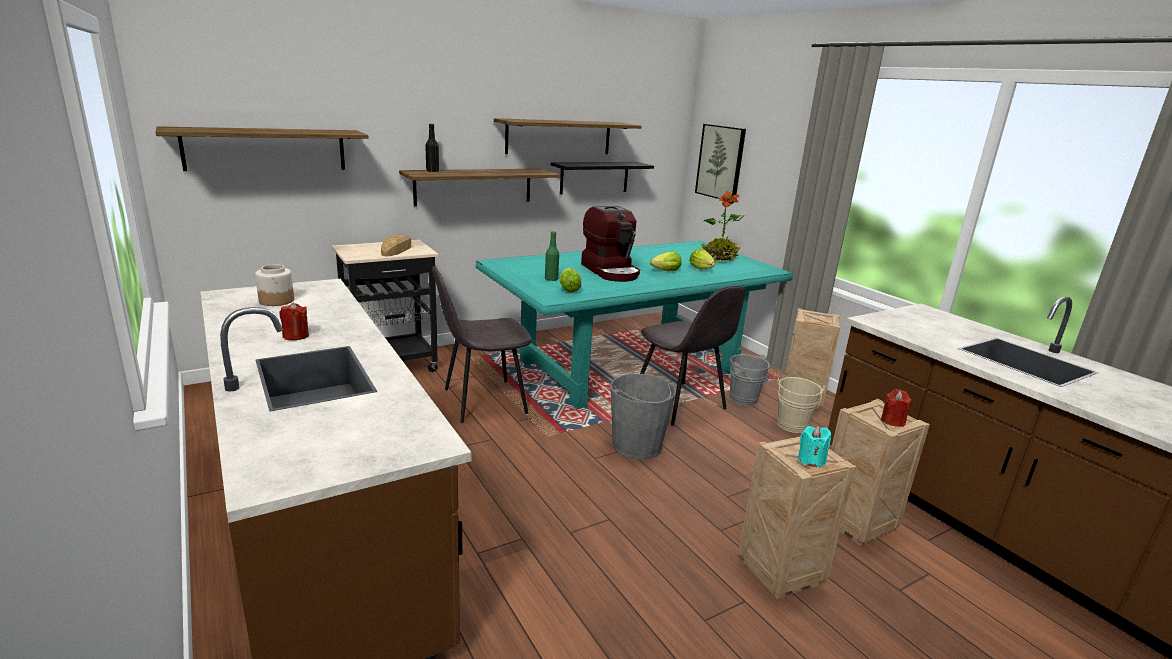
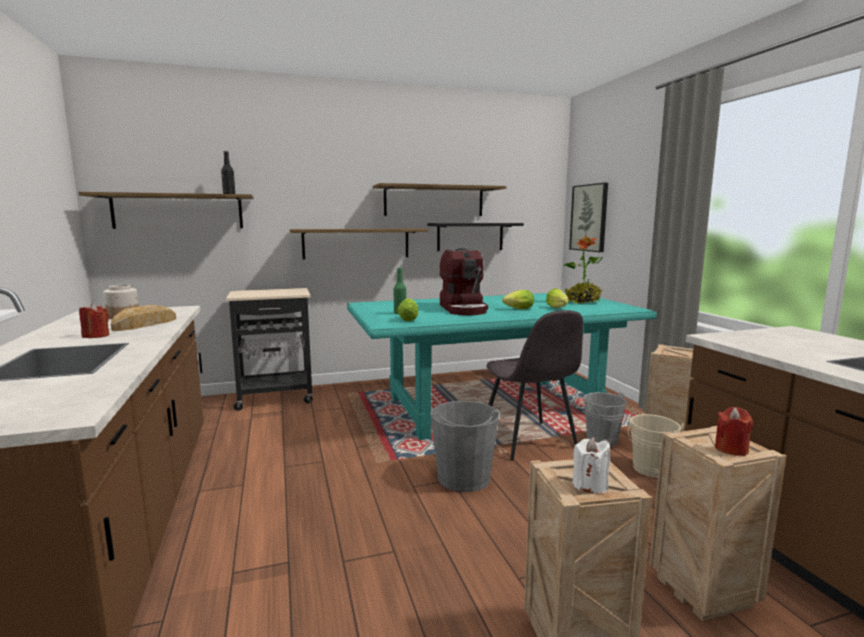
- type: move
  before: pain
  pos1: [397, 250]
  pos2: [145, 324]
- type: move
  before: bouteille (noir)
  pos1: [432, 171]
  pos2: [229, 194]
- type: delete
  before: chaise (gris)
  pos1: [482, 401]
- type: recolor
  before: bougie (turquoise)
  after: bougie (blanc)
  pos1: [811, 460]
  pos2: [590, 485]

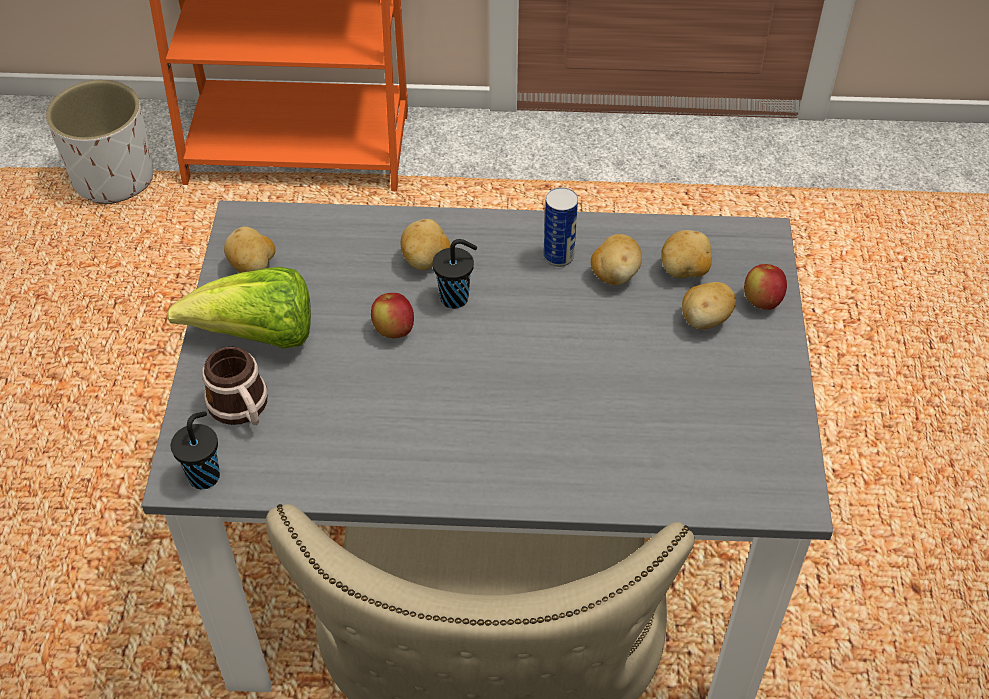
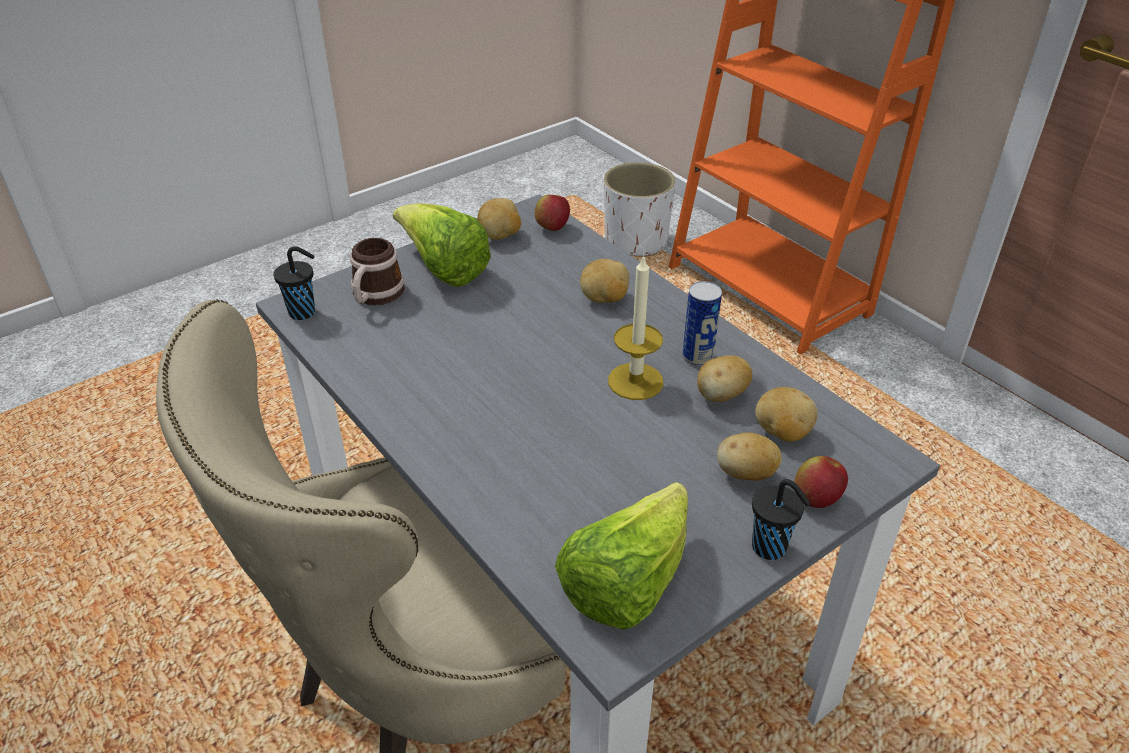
- type: move
  before: pomme
  pos1: [393, 330]
  pos2: [552, 227]
- type: move
  before: tasse (noir)
  pos1: [456, 298]
  pos2: [771, 548]
- type: insert
  after: laitue
  pos2: [626, 583]
- type: insert
  after: bougie
  pos2: [635, 381]

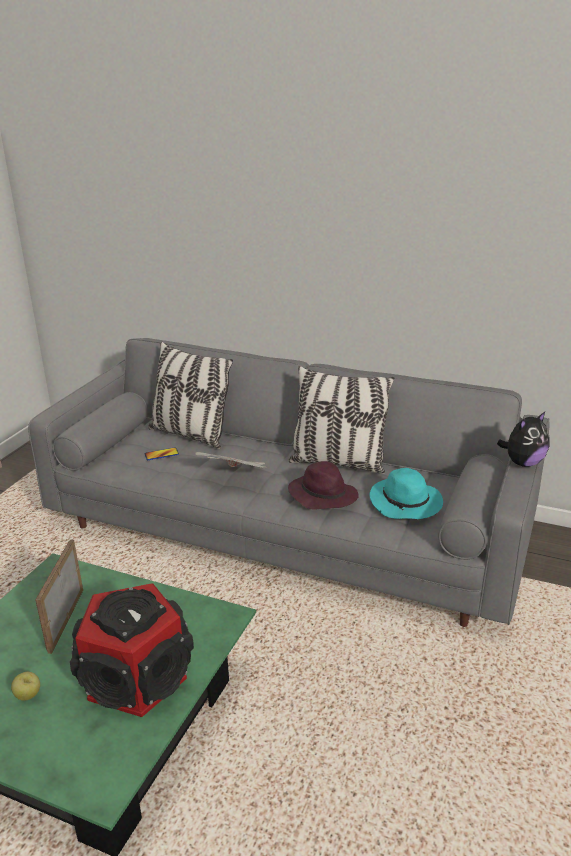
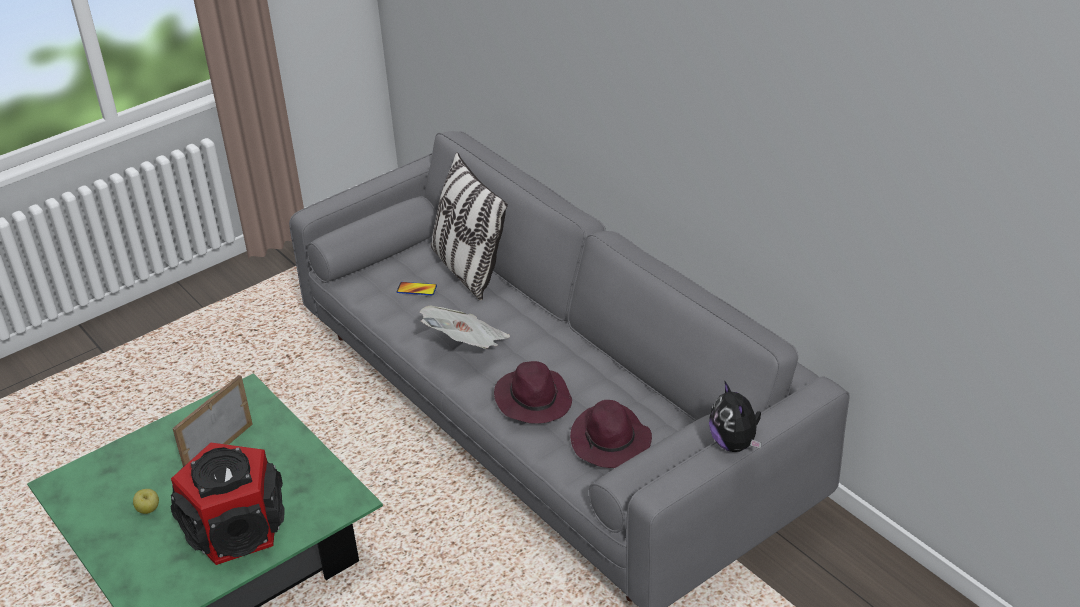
- type: delete
  before: coussin
  pos1: [338, 463]
- type: recolor
  before: chapeau (turquoise)
  after: chapeau (violet)
  pos1: [406, 503]
  pos2: [611, 441]
- type: rotate
  before: peluche
  pos1: [523, 463]
  pos2: [735, 443]
  turn: 75

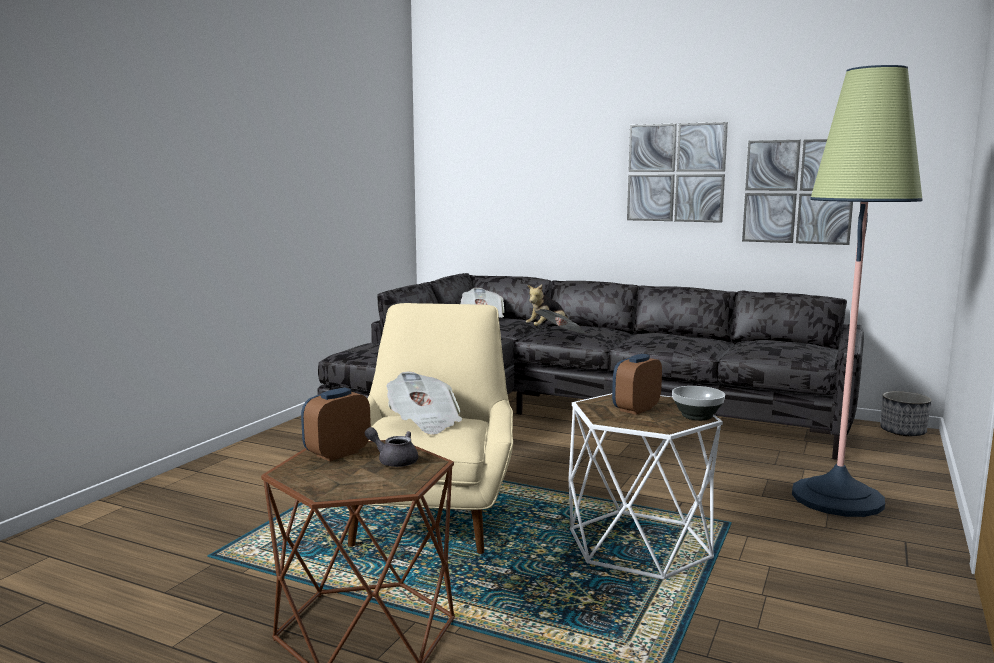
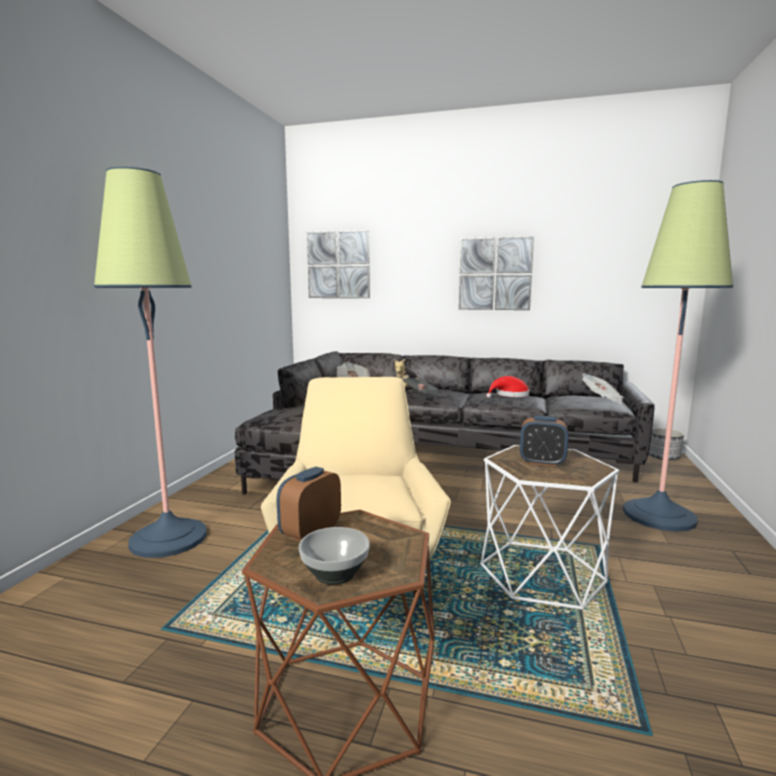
- type: delete
  before: théière (gris)
  pos1: [394, 460]
- type: move
  before: journal
  pos1: [424, 422]
  pos2: [602, 399]
- type: rotate
  before: réveil
  pos1: [636, 409]
  pos2: [542, 462]
  turn: -105
- type: move
  before: bol
  pos1: [697, 416]
  pos2: [335, 574]
- type: move
  before: tableau
  pos1: [798, 191]
  pos2: [338, 265]
- type: insert
  after: lampadaire
  pos2: [168, 538]
- type: insert
  after: chapeau (rouge)
  pos2: [510, 395]

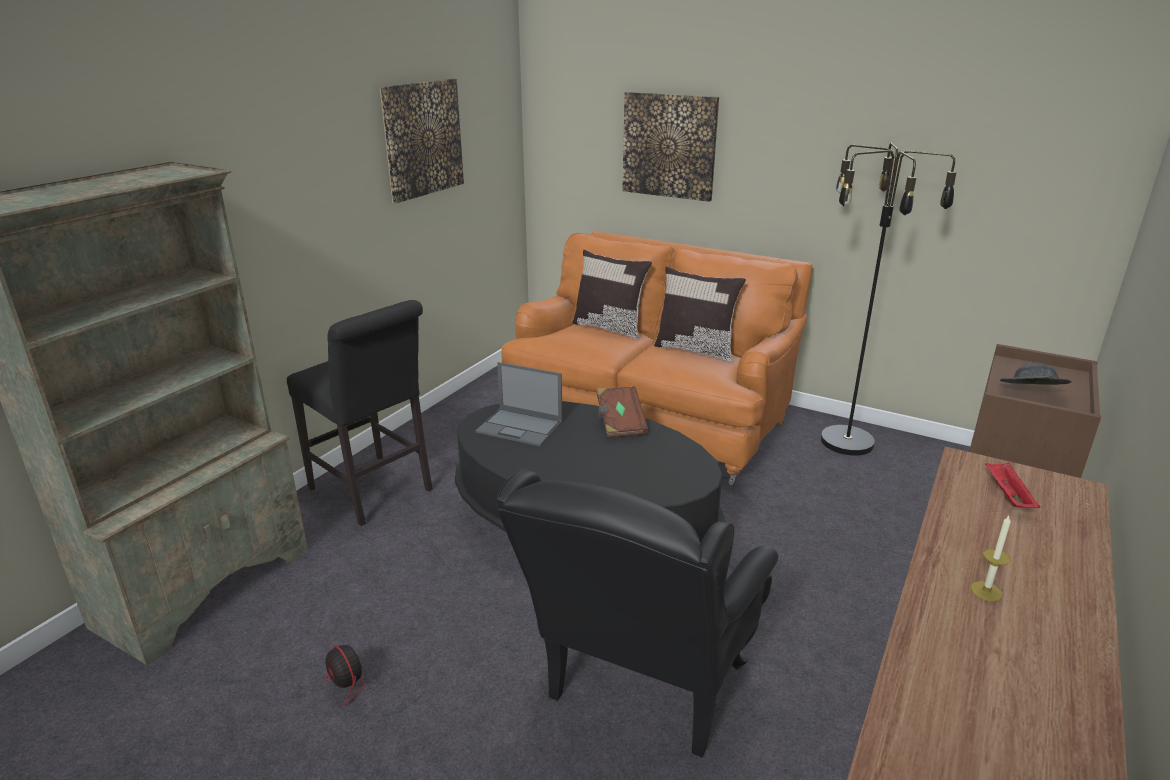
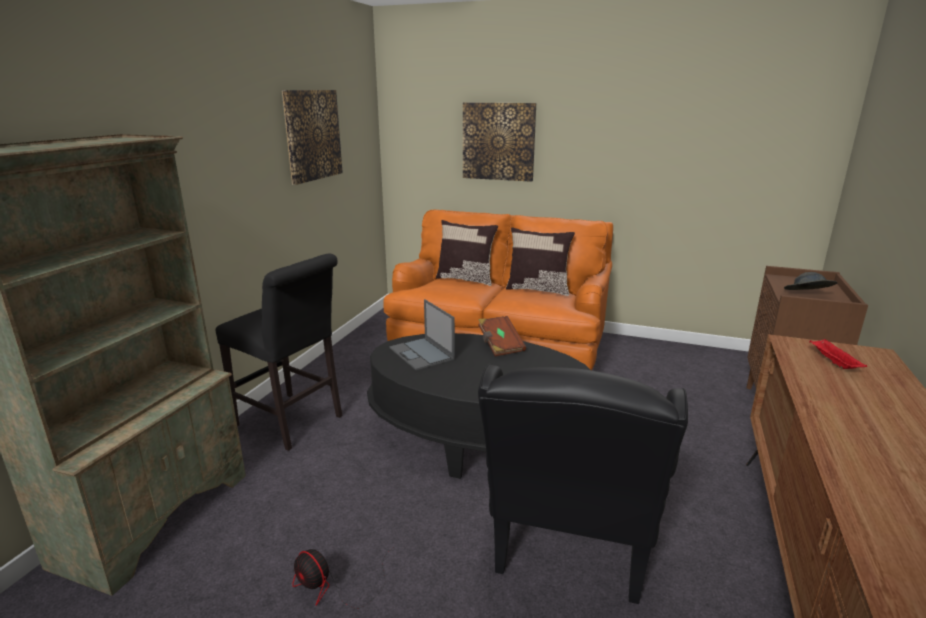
- type: rotate
  before: ordinateur portable
  pos1: [520, 427]
  pos2: [422, 354]
  turn: 45
- type: delete
  before: lampadaire
  pos1: [845, 442]
- type: delete
  before: bougie
  pos1: [986, 591]

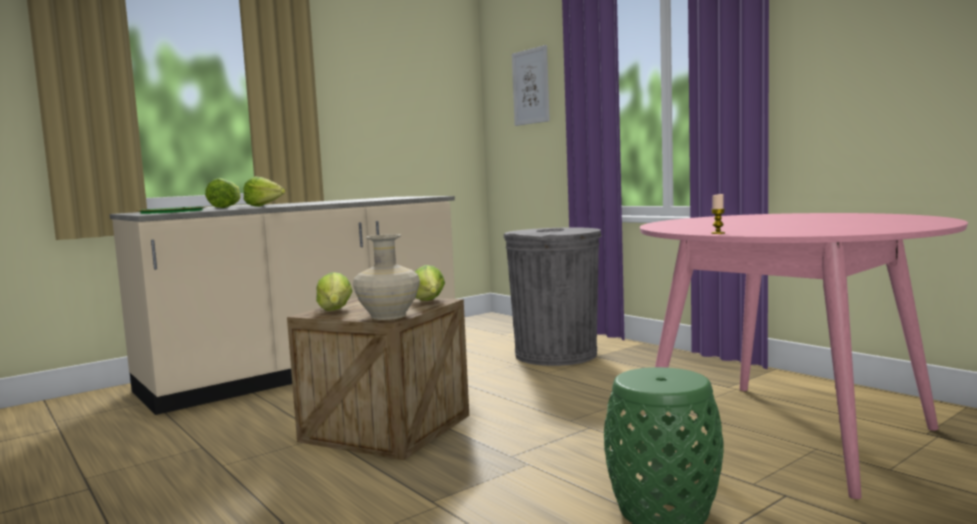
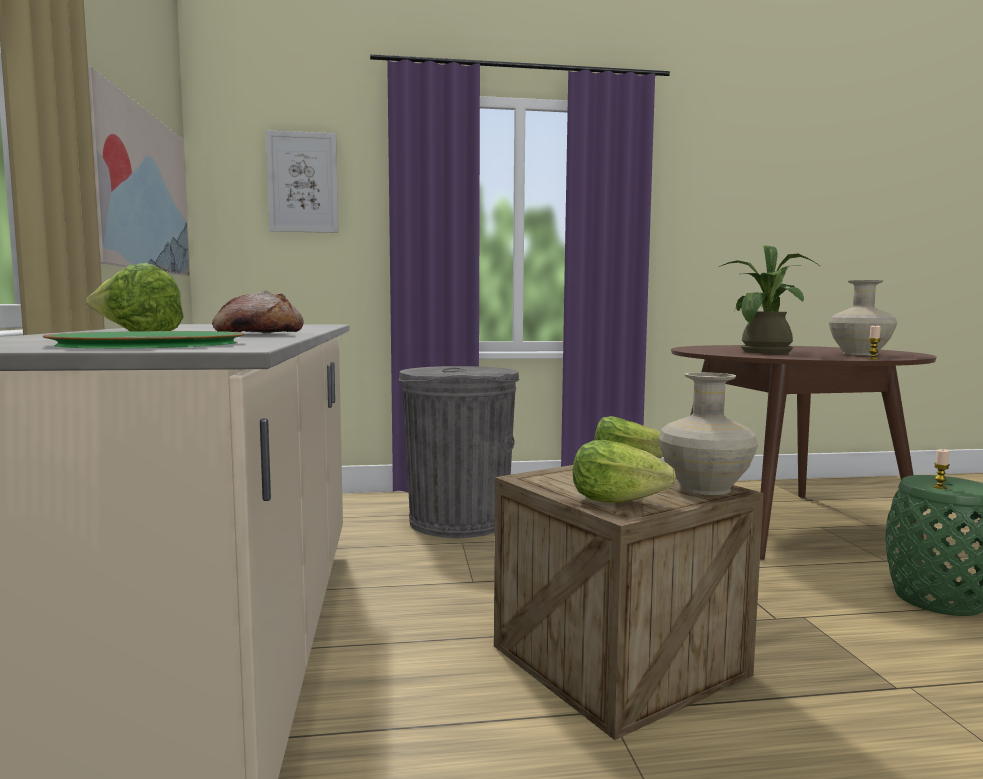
- type: replace
  before: laitue
  after: pain
  pos1: [265, 206]
  pos2: [258, 334]
- type: recolor
  before: table à manger (rose)
  after: table à manger (marron)
  pos1: [788, 433]
  pos2: [783, 523]
- type: insert
  after: tableau
  pos2: [136, 190]
- type: insert
  after: plante en pot
  pos2: [764, 352]
- type: insert
  after: vase (beige)
  pos2: [860, 354]
- type: insert
  after: bougie
  pos2: [939, 487]

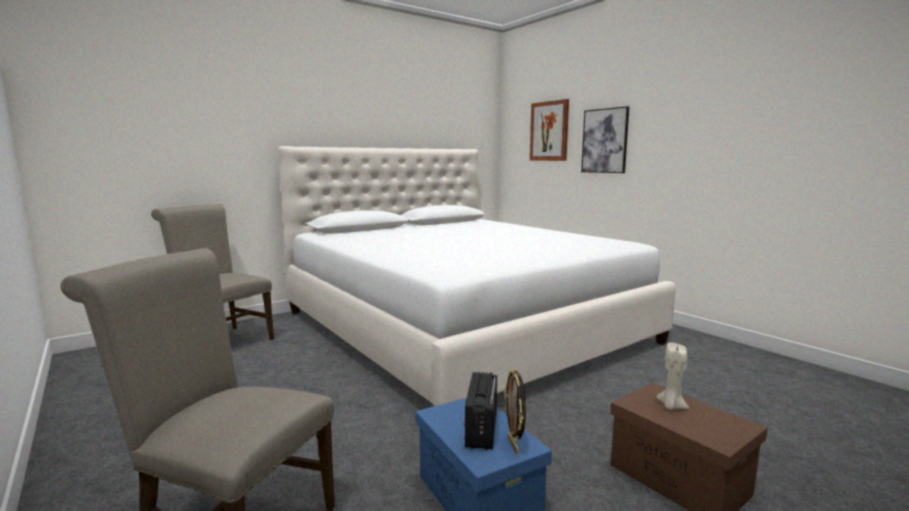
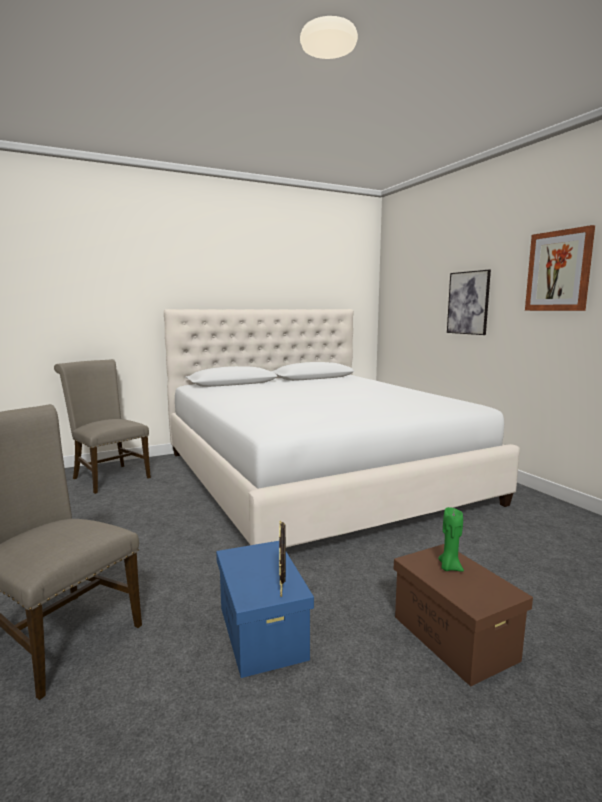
- type: delete
  before: radio
  pos1: [481, 430]
- type: move
  before: tableau
  pos1: [549, 131]
  pos2: [558, 271]
- type: recolor
  before: bougie (beige)
  after: bougie (vert)
  pos1: [671, 406]
  pos2: [449, 567]

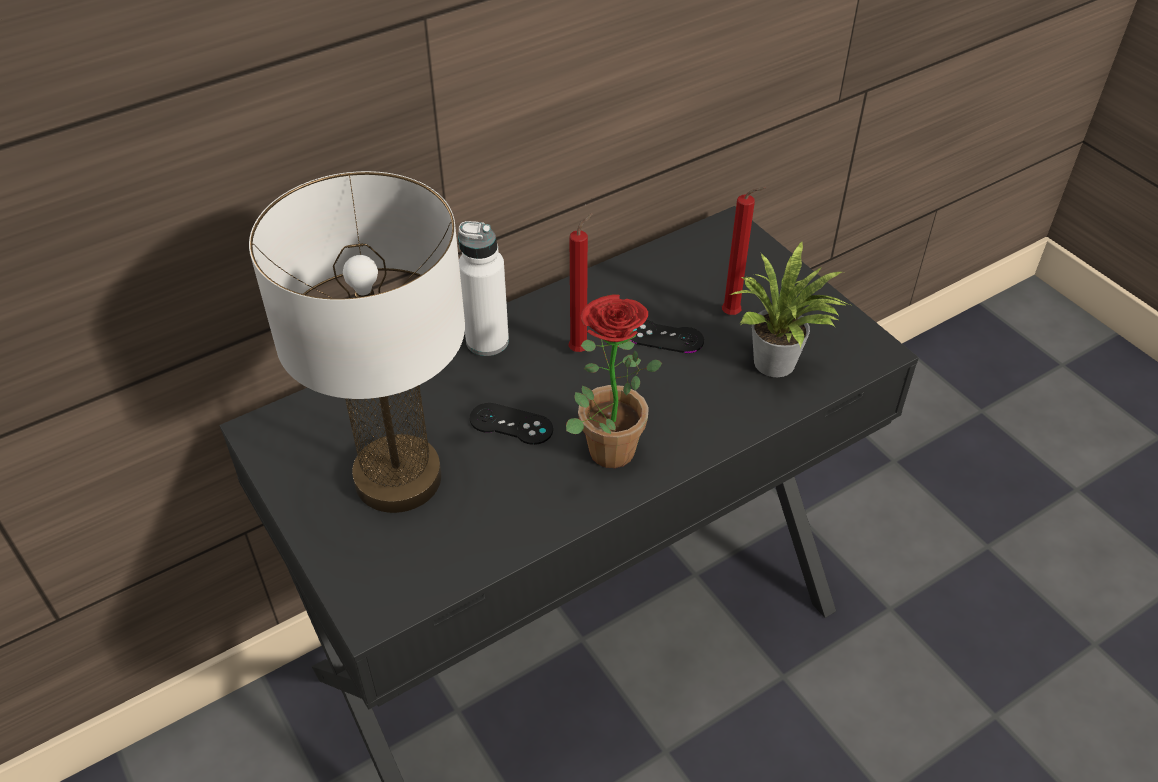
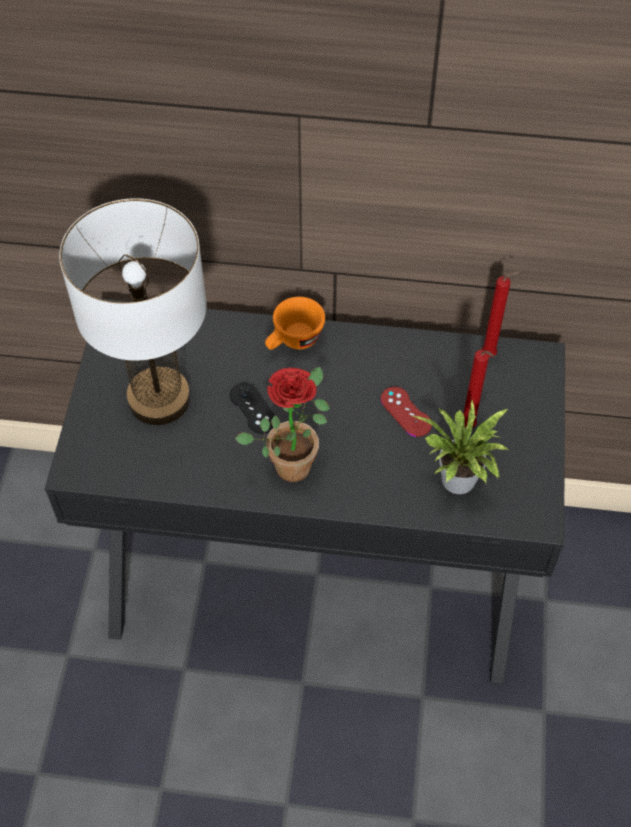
- type: replace
  before: bouteille (blanc)
  after: tasse (orange)
  pos1: [487, 341]
  pos2: [293, 341]
- type: move
  before: bougie (rouge)
  pos1: [581, 349]
  pos2: [491, 354]
- type: recolor
  before: manette (noir)
  after: manette (rouge)
  pos1: [663, 337]
  pos2: [406, 412]

